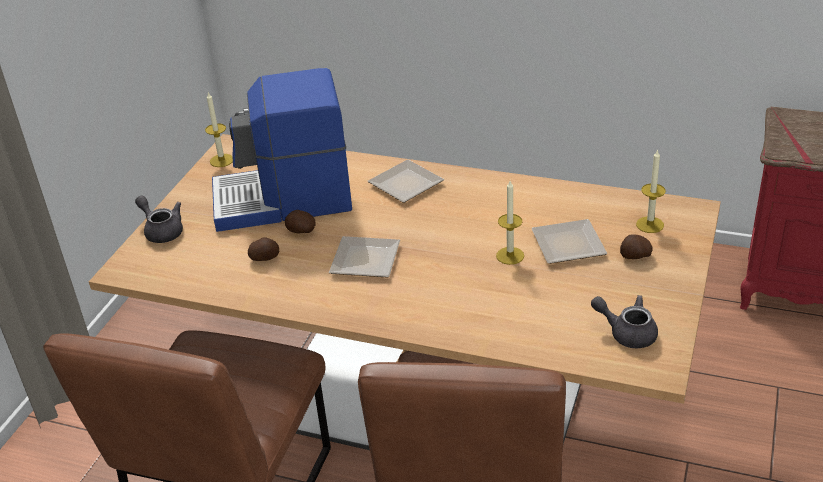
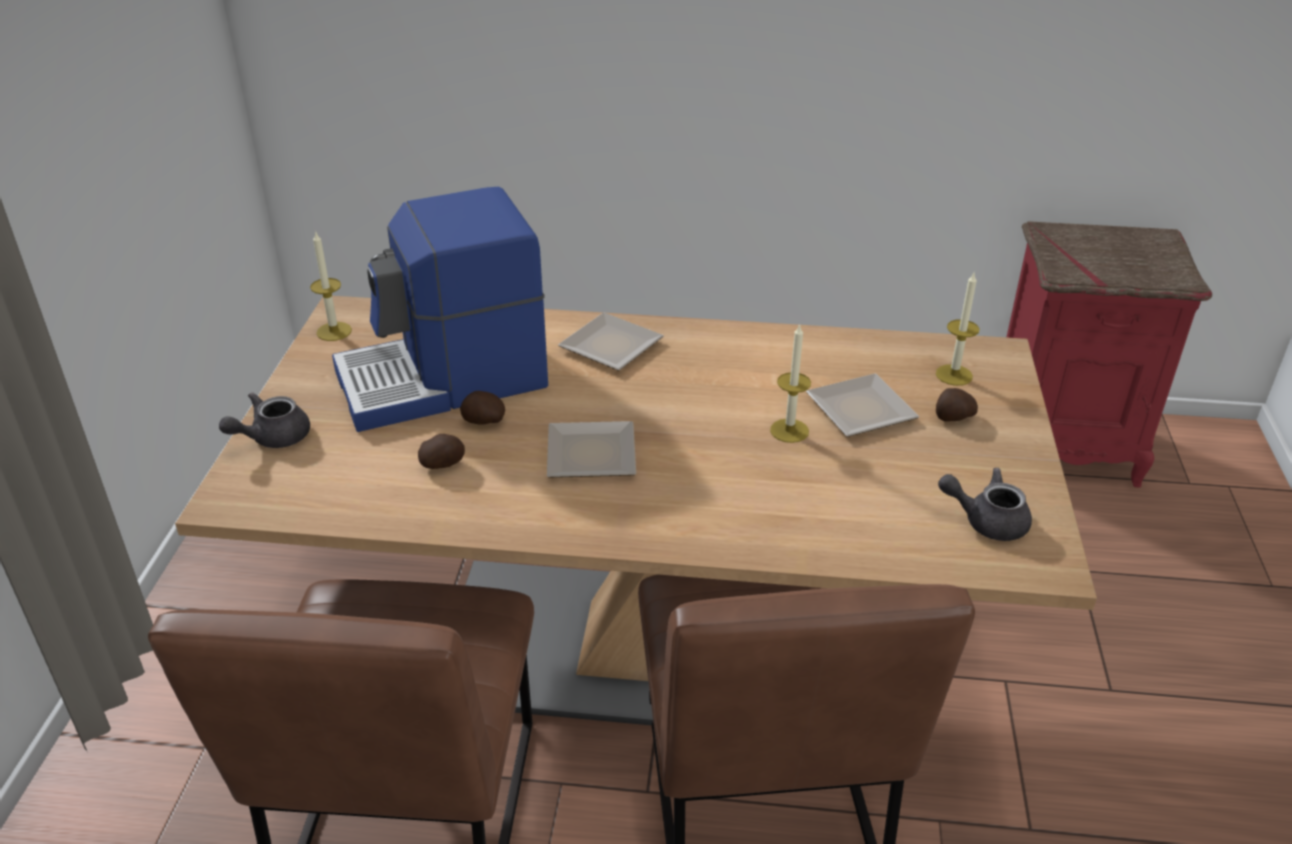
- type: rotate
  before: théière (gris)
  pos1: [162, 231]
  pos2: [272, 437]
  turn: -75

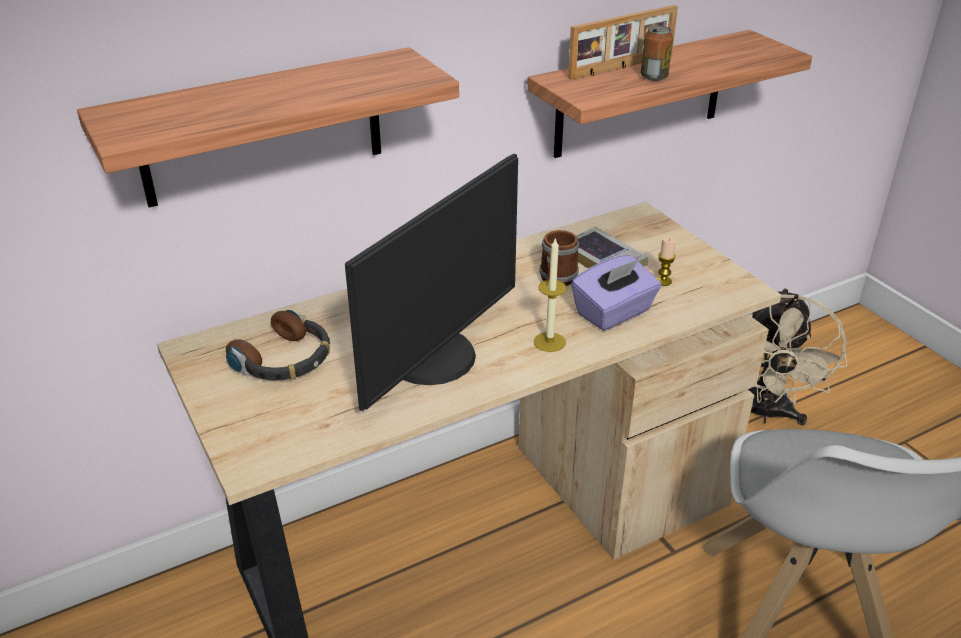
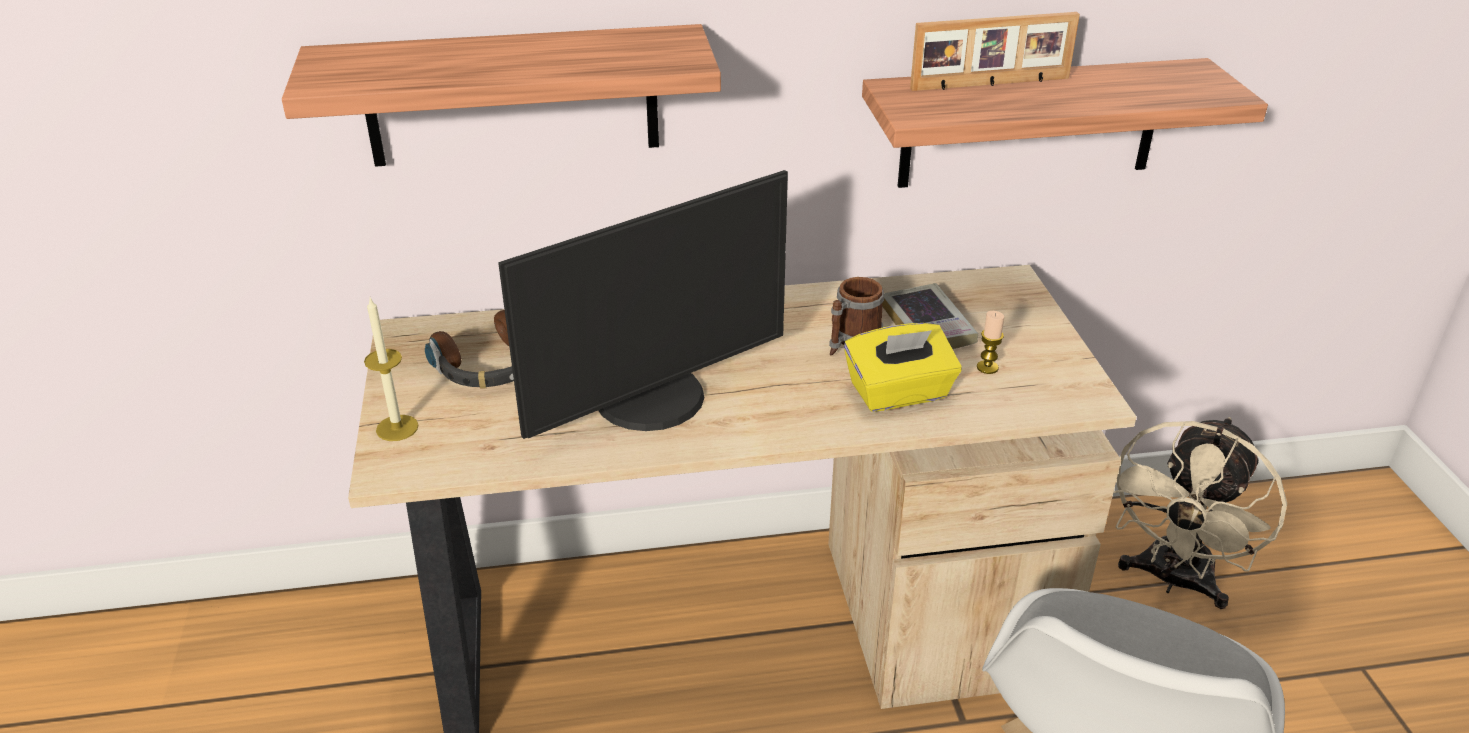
- type: move
  before: bougie
  pos1: [549, 342]
  pos2: [397, 428]
- type: recolor
  before: boîte à mouchoirs (violet)
  after: boîte à mouchoirs (jaune)
  pos1: [614, 313]
  pos2: [899, 393]
- type: delete
  before: boîte métallique
  pos1: [654, 77]

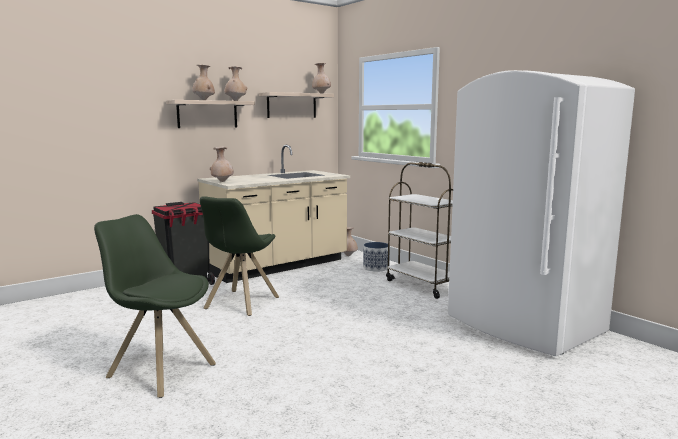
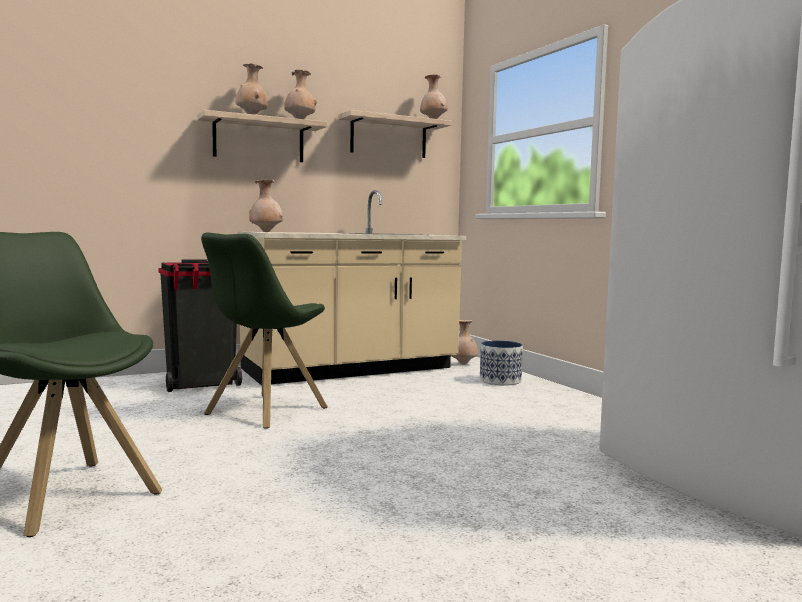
- type: delete
  before: chariot (blanc)
  pos1: [421, 285]

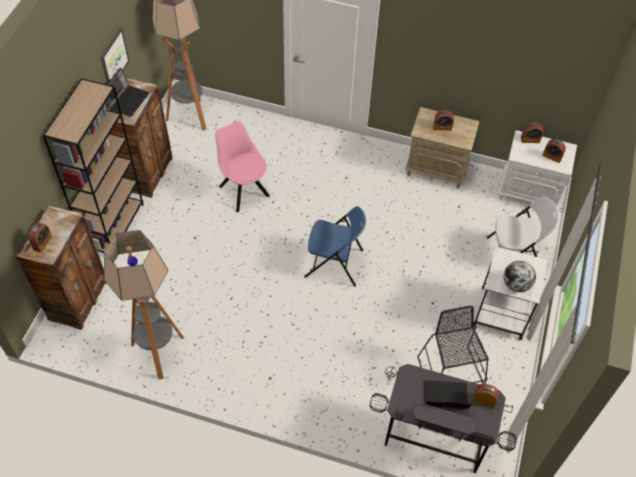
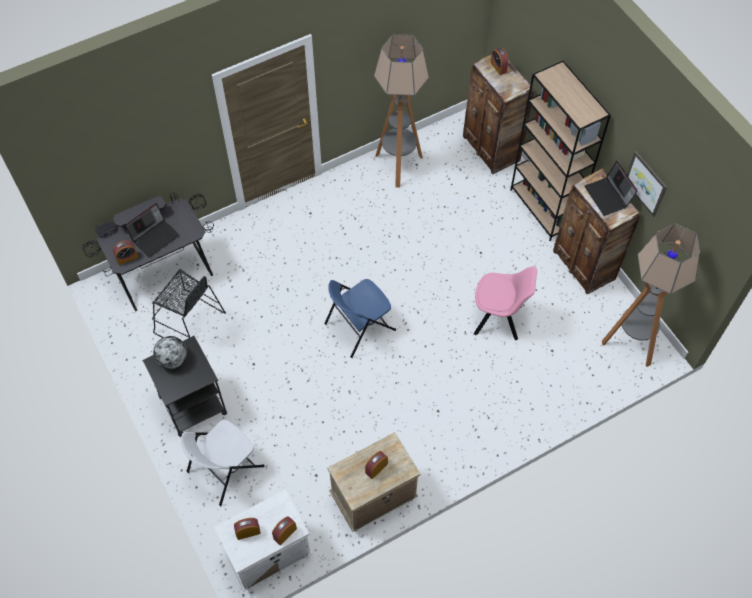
- type: recolor
  before: chariot (blanc)
  after: chariot (noir)
  pos1: [500, 314]
  pos2: [192, 403]

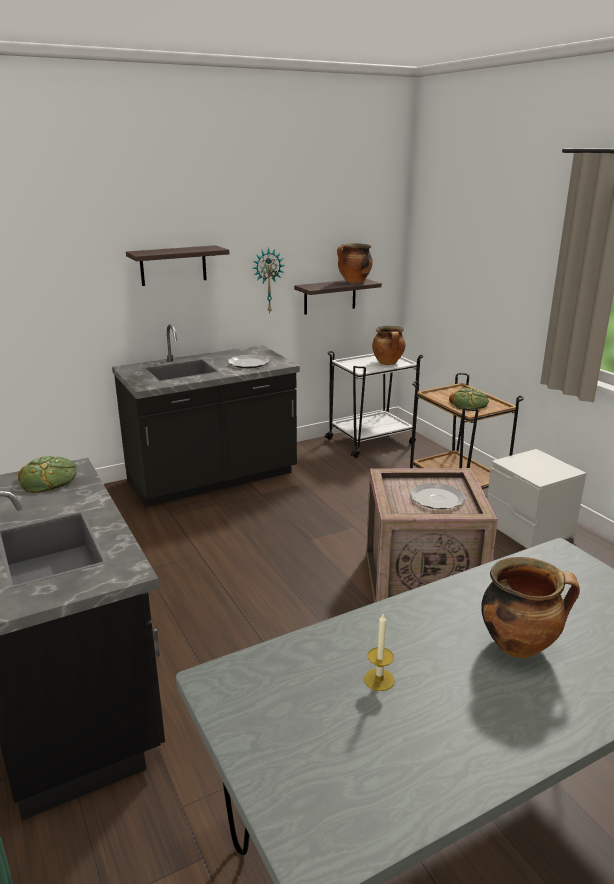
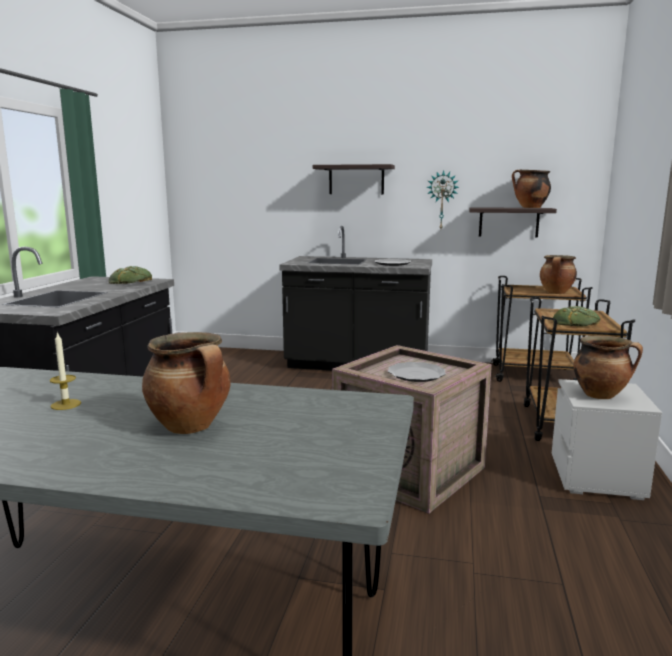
- type: recolor
  before: chariot (blanc)
  after: chariot (marron)
  pos1: [371, 441]
  pos2: [534, 375]
- type: insert
  after: marmite
  pos2: [601, 395]

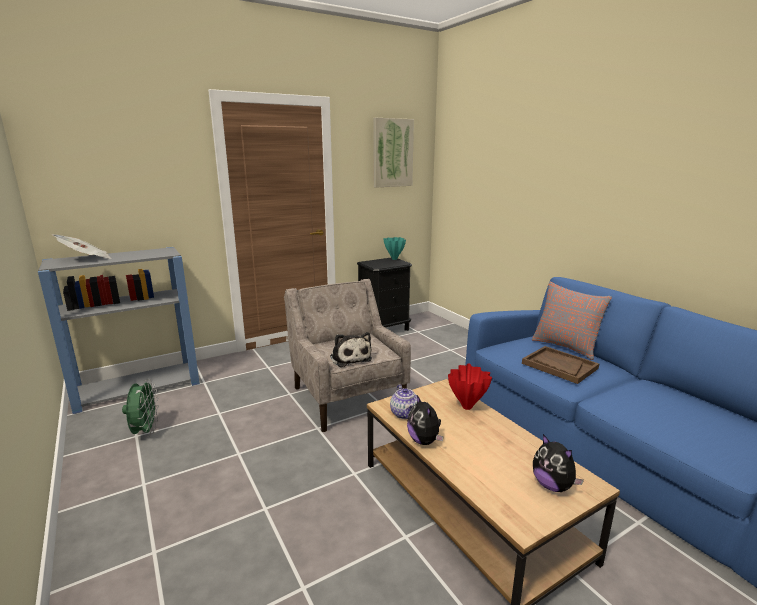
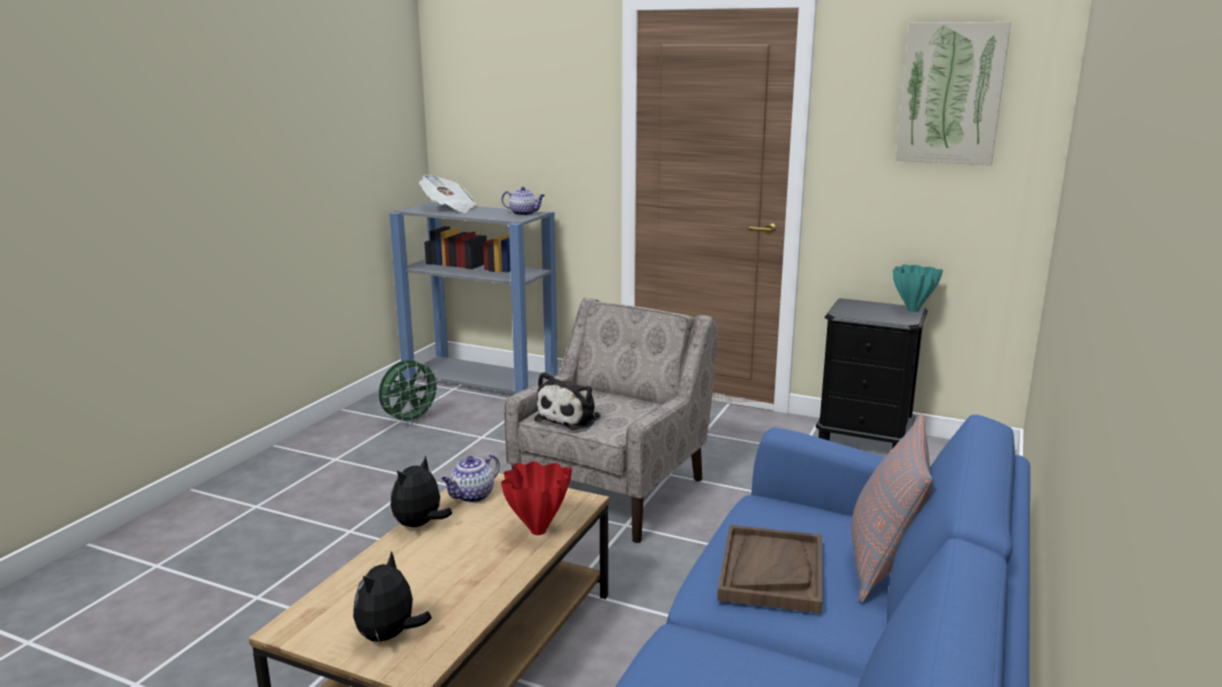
- type: insert
  after: théière
  pos2: [524, 214]

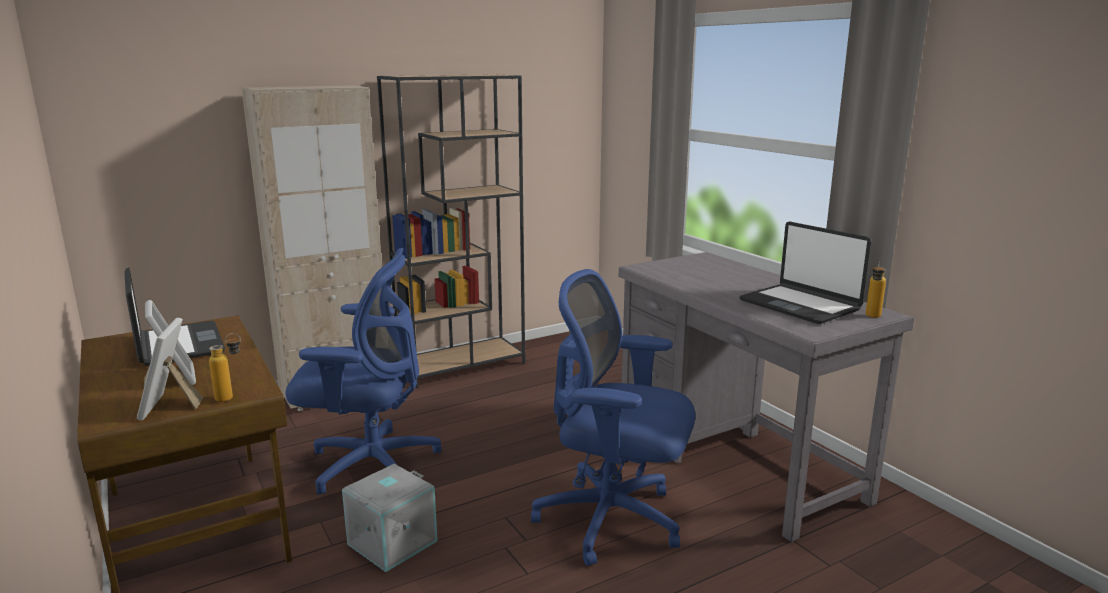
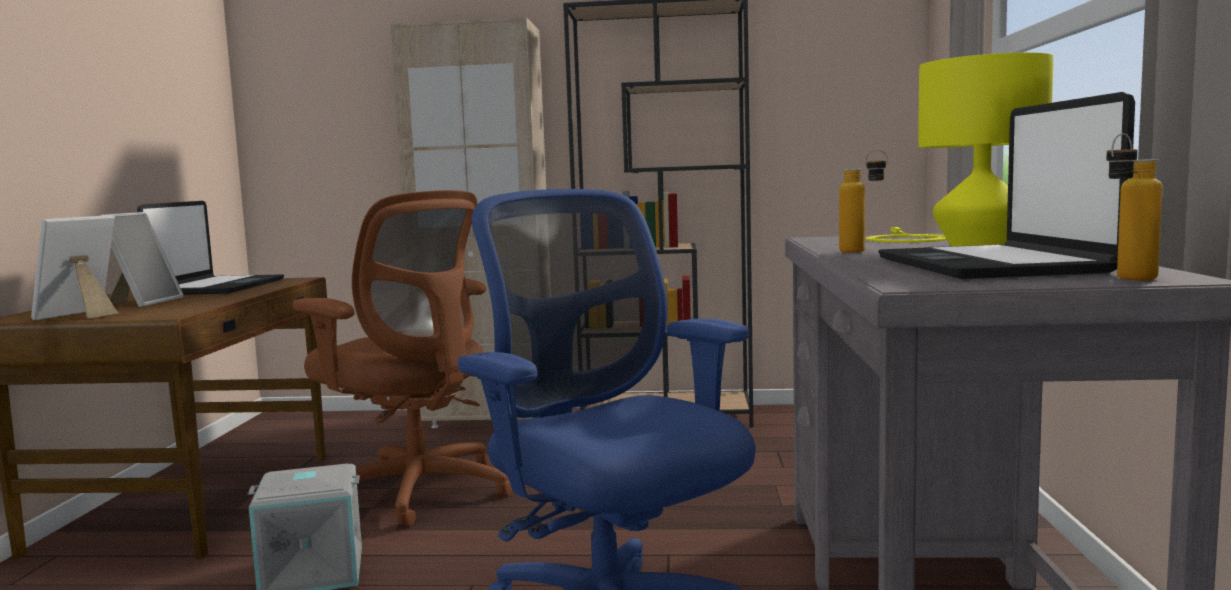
- type: move
  before: bouteille
  pos1: [231, 397]
  pos2: [862, 251]
- type: recolor
  before: chaise de bureau (bleu)
  after: chaise de bureau (marron)
  pos1: [364, 466]
  pos2: [410, 489]
- type: insert
  after: lampe de table (jaune)
  pos2: [950, 243]

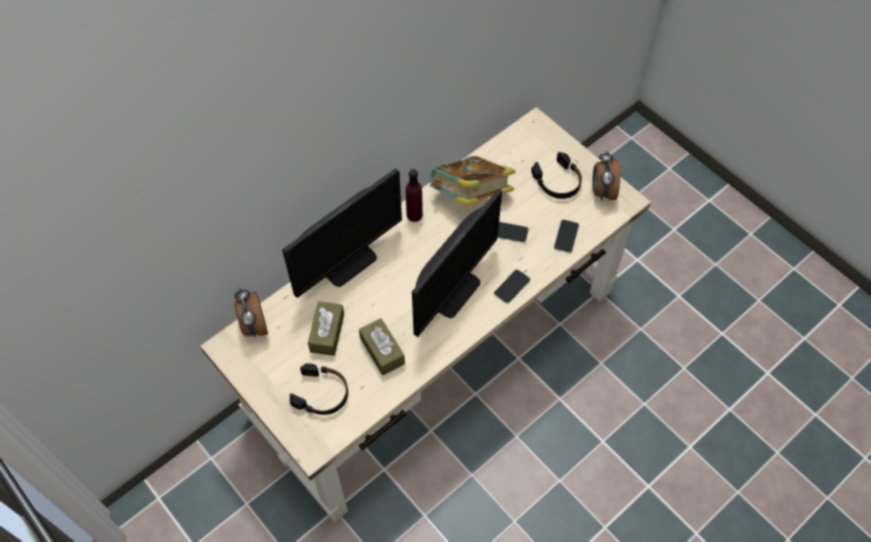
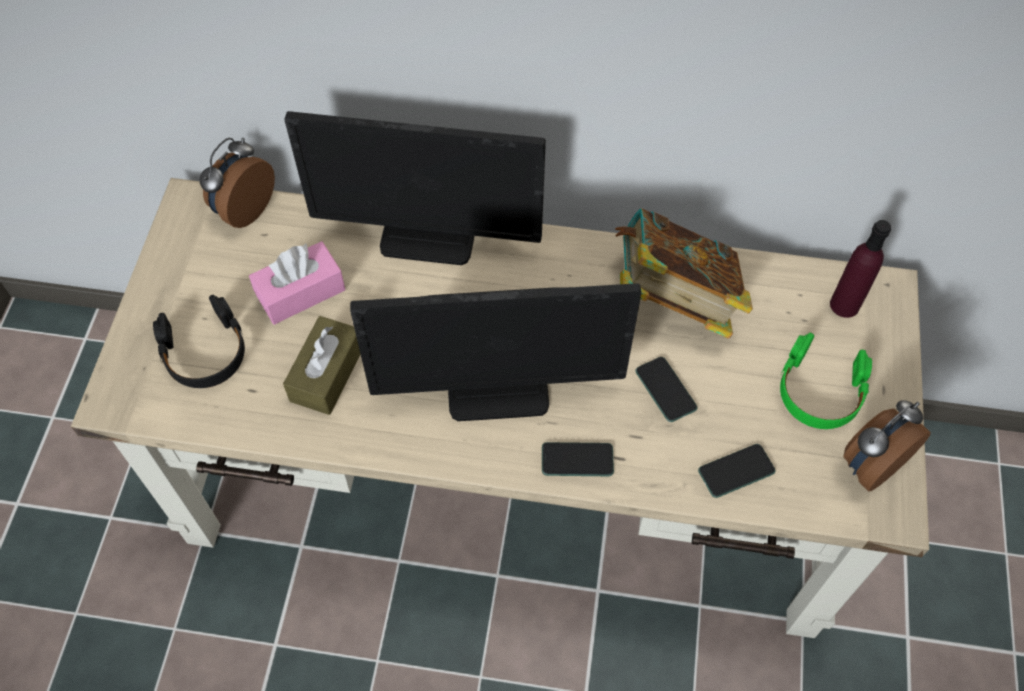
- type: recolor
  before: boîte à mouchoirs (marron)
  after: boîte à mouchoirs (rose)
  pos1: [327, 333]
  pos2: [300, 292]
- type: move
  before: bouteille (violet)
  pos1: [414, 215]
  pos2: [844, 305]
- type: recolor
  before: casque audio (noir)
  after: casque audio (vert)
  pos1: [558, 181]
  pos2: [820, 391]

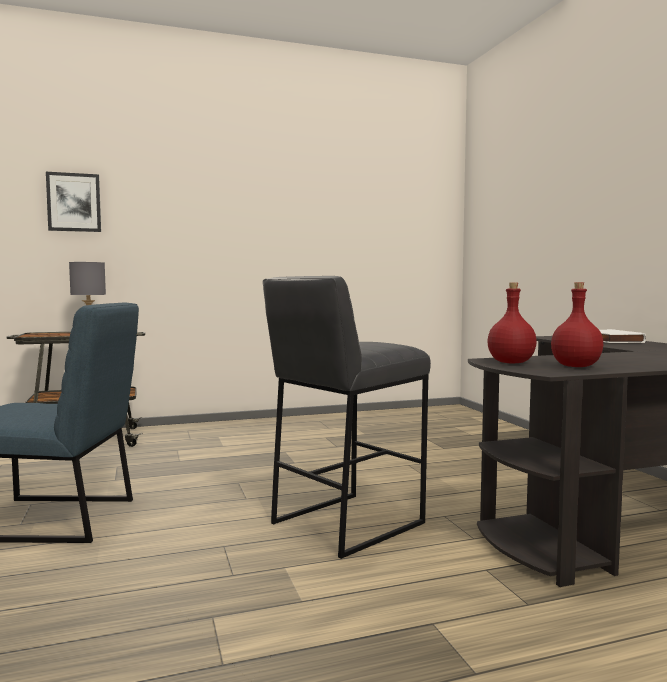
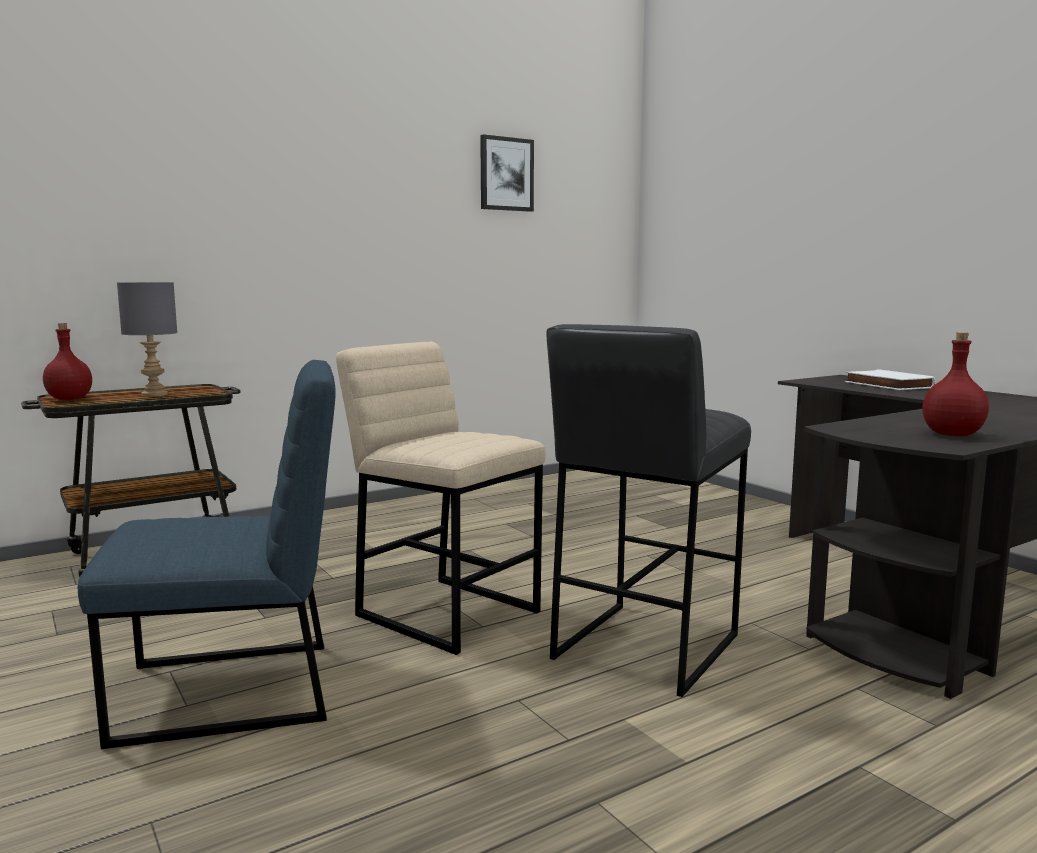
- type: move
  before: tableau
  pos1: [74, 202]
  pos2: [506, 174]
- type: move
  before: bouteille (rouge)
  pos1: [511, 363]
  pos2: [69, 399]
- type: insert
  after: chaise (beige)
  pos2: [444, 612]

